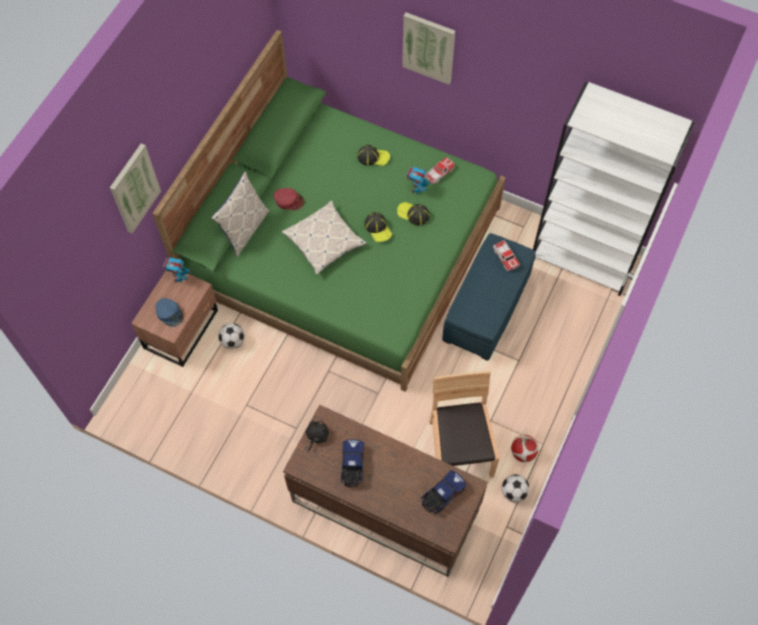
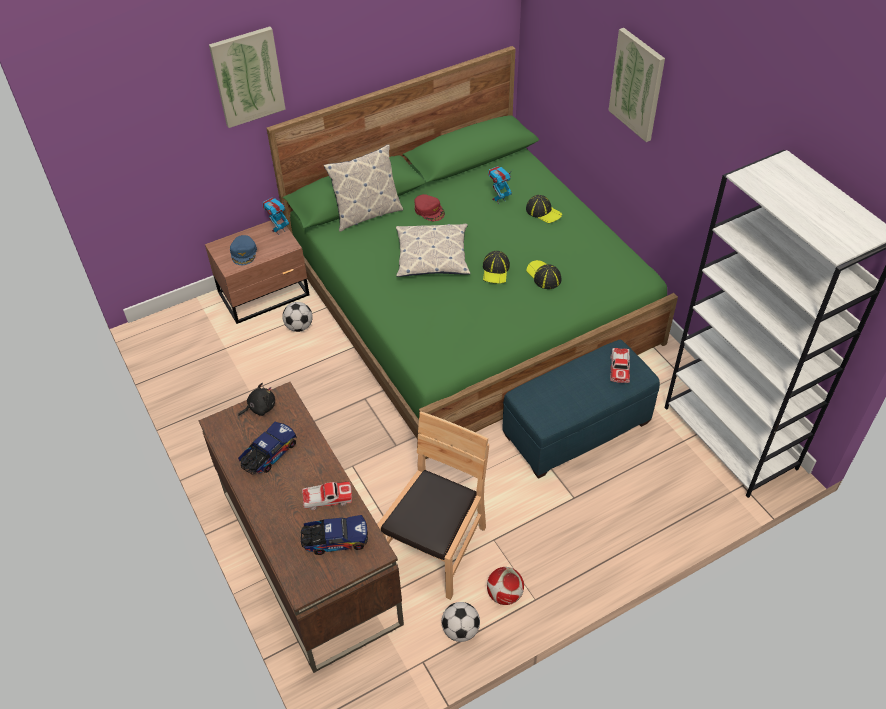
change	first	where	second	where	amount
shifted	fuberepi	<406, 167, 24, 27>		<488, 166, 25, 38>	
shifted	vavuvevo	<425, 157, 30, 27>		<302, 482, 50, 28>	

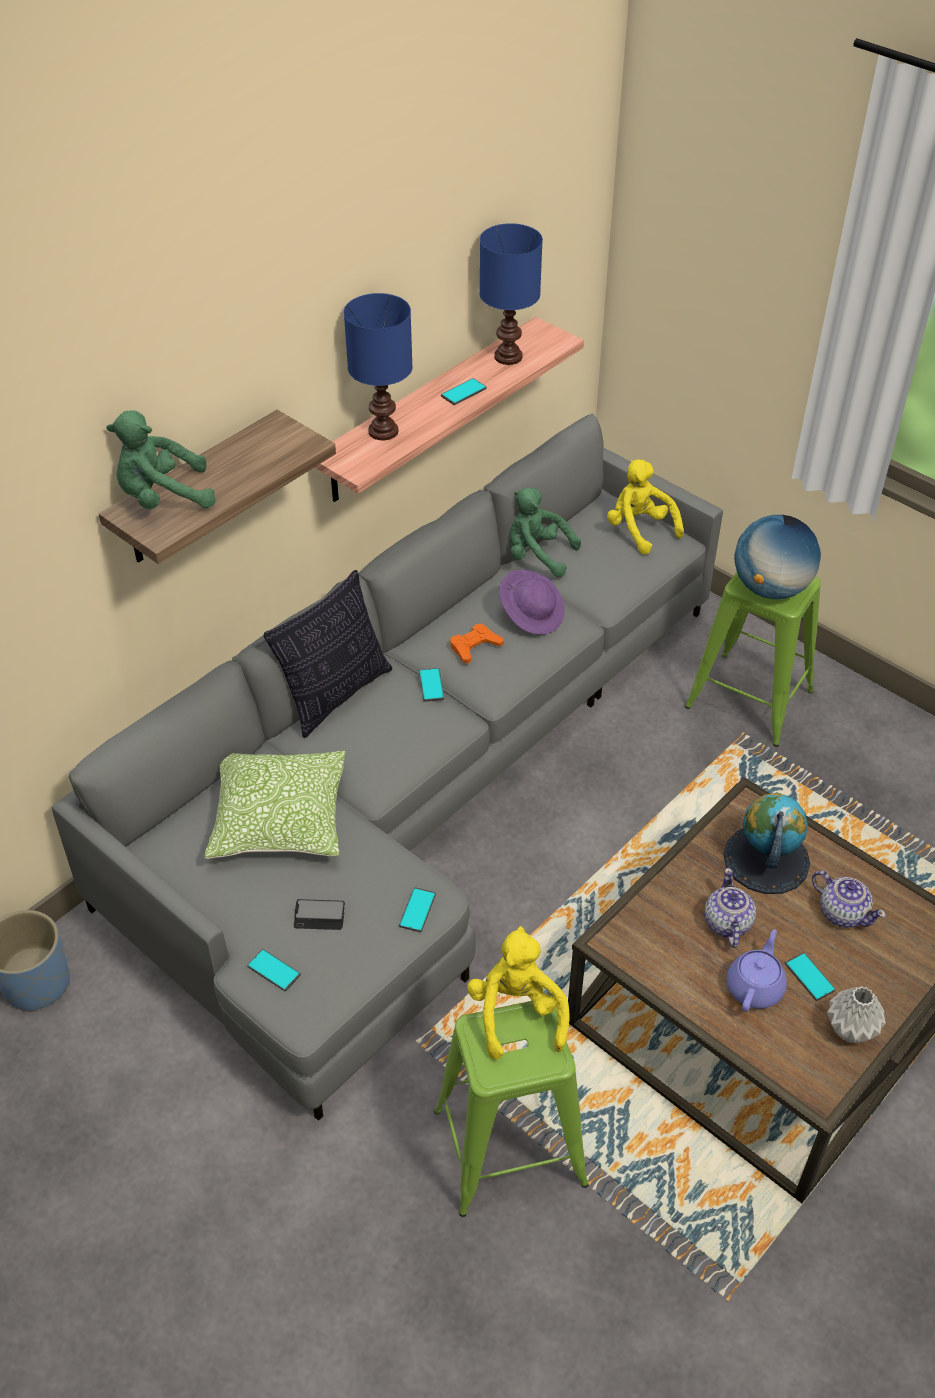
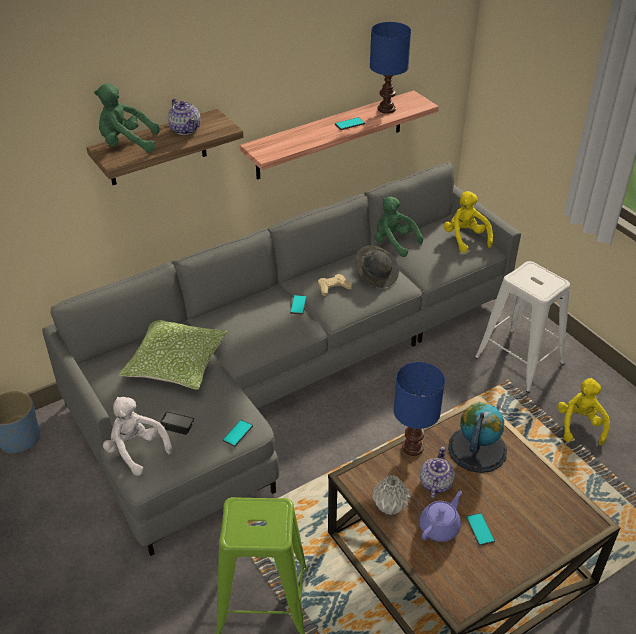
change	first	where	second	where	amount
swapped	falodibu	<247, 949, 54, 42>	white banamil	<103, 397, 69, 79>	
gone	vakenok	<264, 570, 128, 168>			
shifted	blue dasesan	<344, 293, 69, 147>		<394, 362, 51, 94>	
repainted	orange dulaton	<450, 624, 54, 40>	beige dulaton	<318, 274, 34, 22>	
shifted	yellow banamil	<467, 926, 103, 134>		<558, 378, 52, 68>	
repainted	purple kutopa	<499, 570, 66, 65>	grey kutopa	<355, 245, 44, 43>	
repainted	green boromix	<685, 573, 136, 174>	white boromix	<475, 261, 95, 132>	
gone	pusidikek	<734, 515, 87, 84>			
shifted	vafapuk	<812, 871, 74, 57>		<168, 99, 33, 36>	
shifted	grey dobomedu	<827, 986, 59, 57>		<372, 475, 38, 40>	

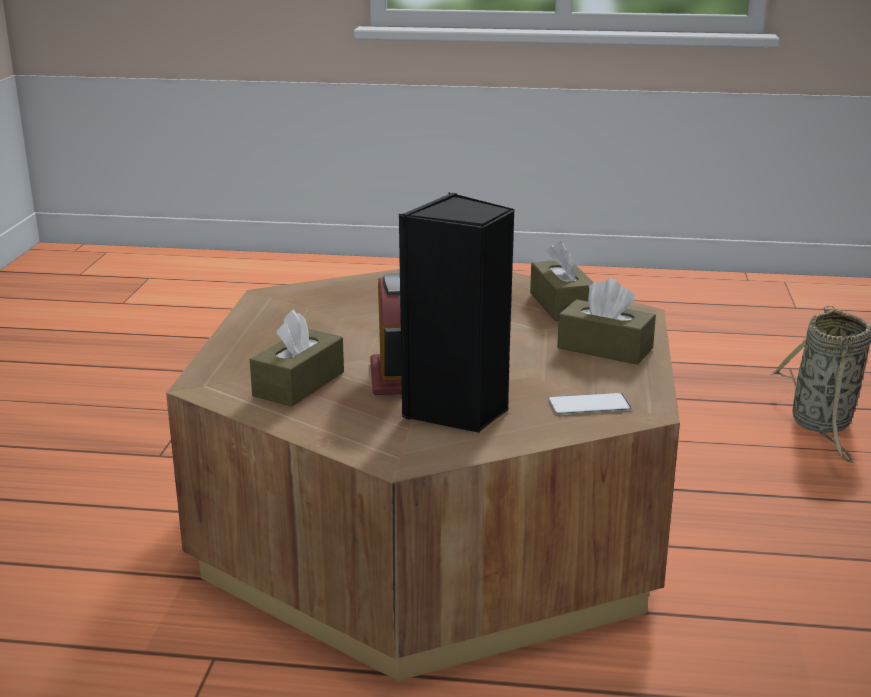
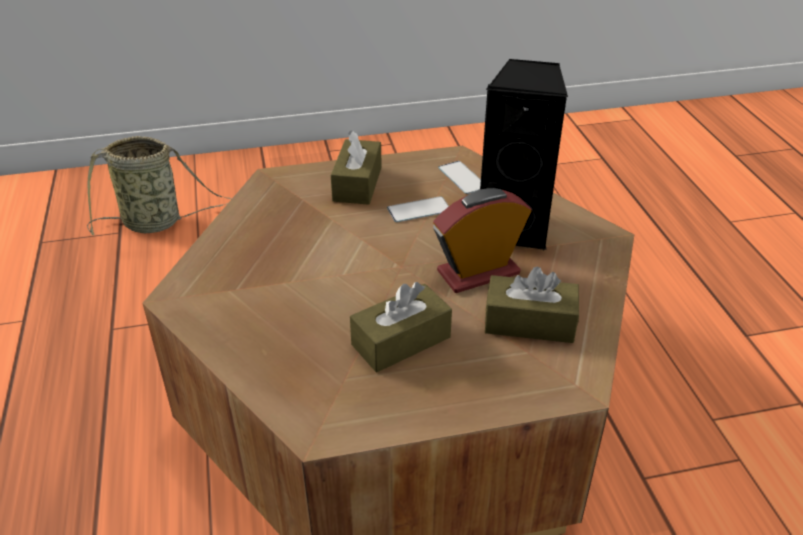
change	first	where	second	where	amount
shifted	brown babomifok	<530, 241, 64, 80>		<350, 282, 102, 90>	
new			falodibu	<387, 196, 62, 26>	

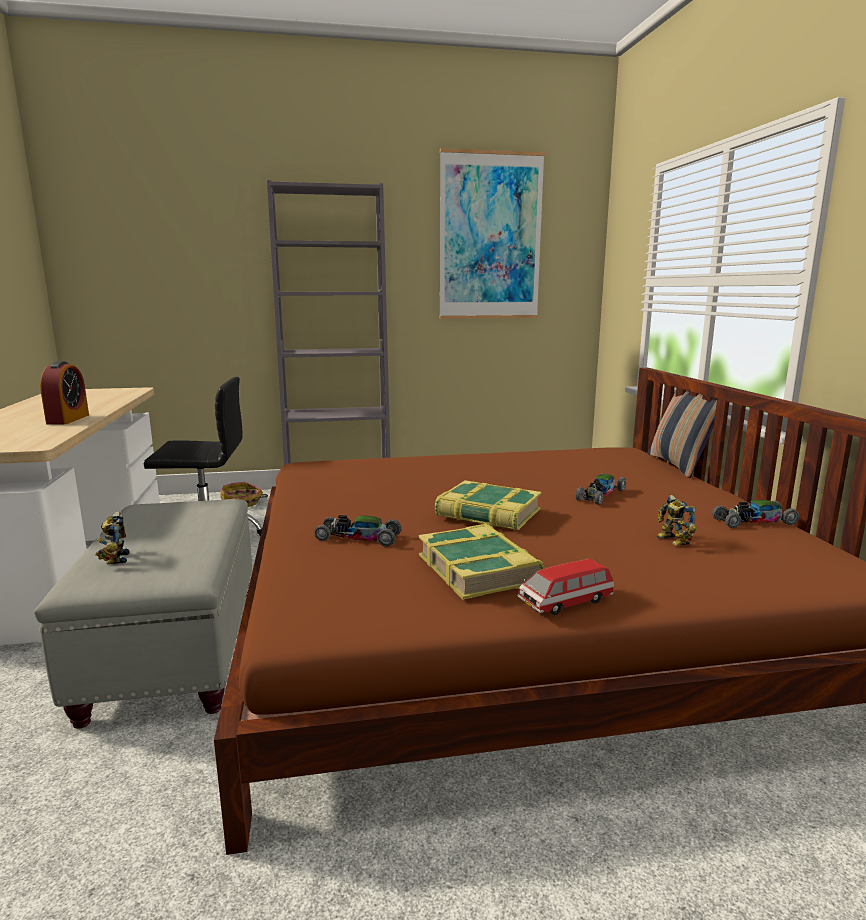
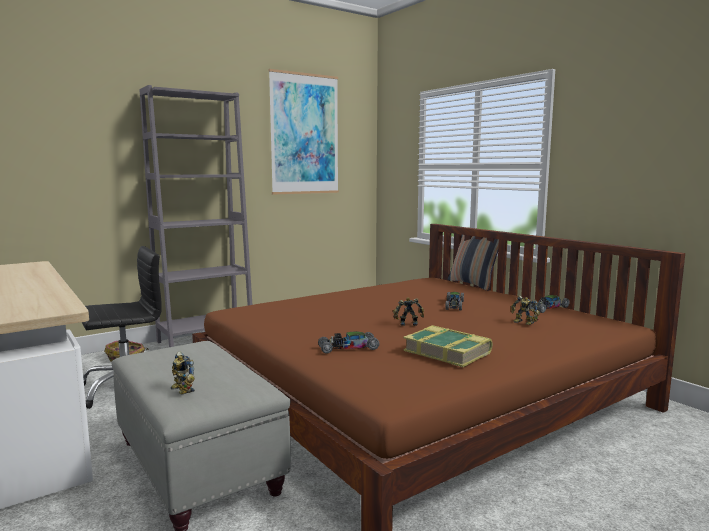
change	first	where	second	where	amount
gone	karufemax	<40, 361, 49, 64>			
swapped	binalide	<435, 480, 106, 50>	fuberepi	<393, 297, 31, 29>	
gone	vavuvevo	<517, 558, 97, 57>			

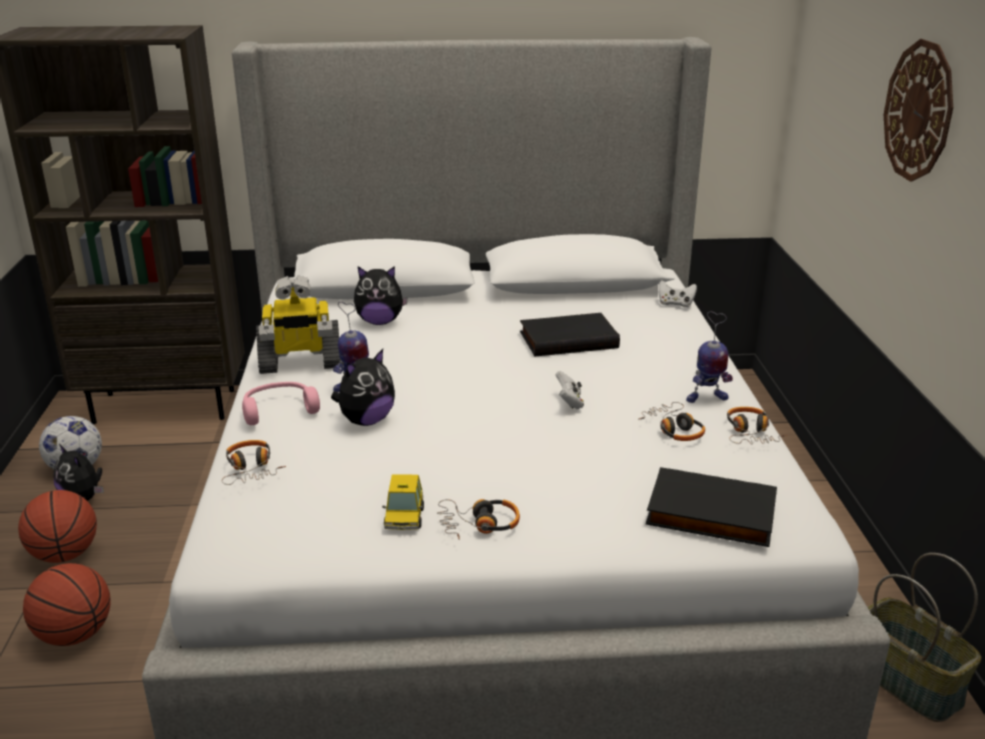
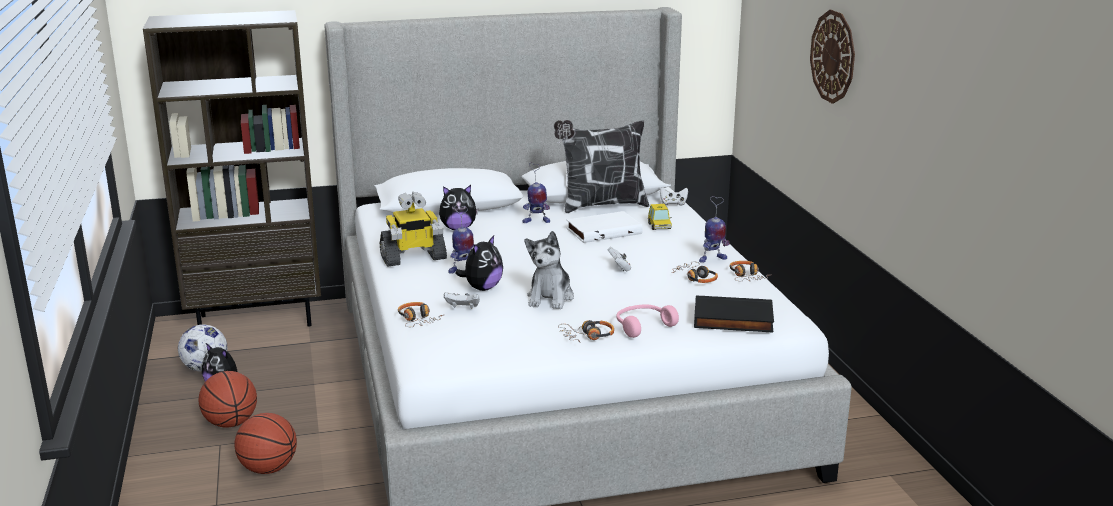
change	first	where	second	where	amount
shifted	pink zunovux	<242, 382, 78, 43>		<616, 304, 63, 34>	
shifted	vavuvevo	<382, 474, 42, 56>		<648, 204, 24, 26>	
repainted	black binalide	<520, 313, 100, 44>	white binalide	<567, 211, 76, 32>	
gone	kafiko	<868, 553, 113, 169>			
new			white dulaton	<444, 292, 36, 17>	
new			fuberepi	<523, 163, 27, 60>	
new			banamil	<525, 231, 49, 78>	
new			vakenok	<554, 120, 95, 93>	

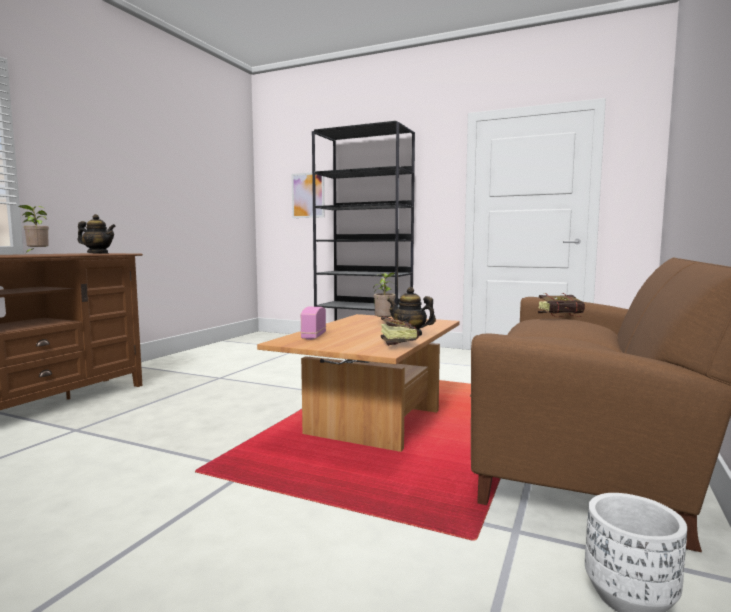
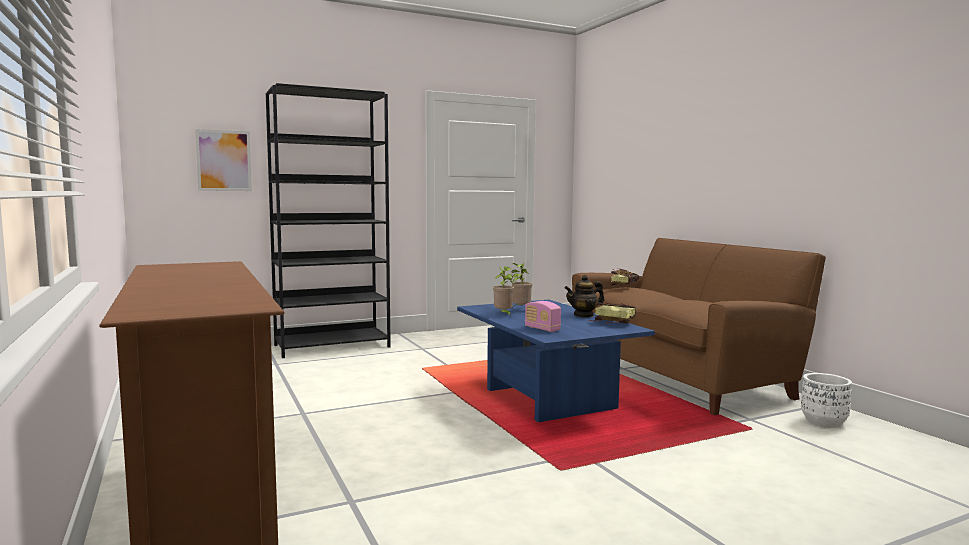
change	first	where	second	where	amount
shifted	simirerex	<19, 205, 30, 49>		<493, 266, 21, 49>	
gone	vafapuk	<78, 214, 38, 40>			
repainted	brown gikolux	<257, 314, 203, 138>	blue gikolux	<457, 300, 198, 122>	

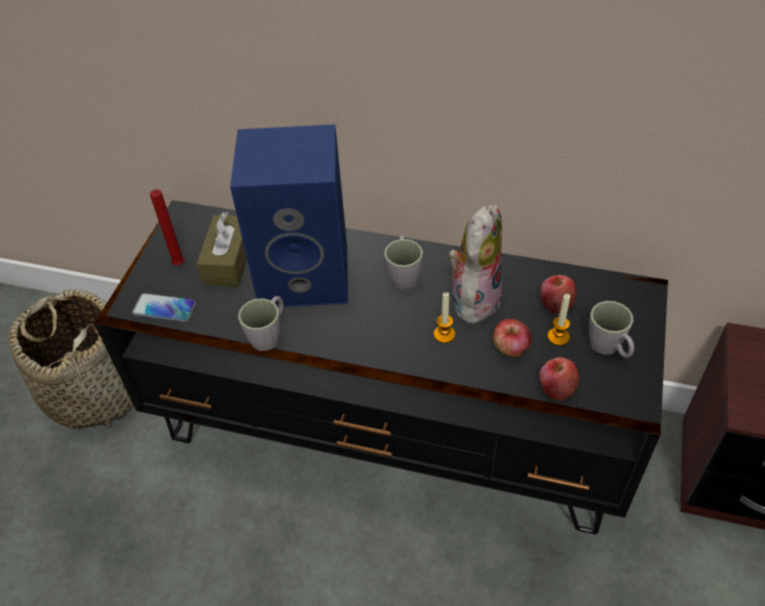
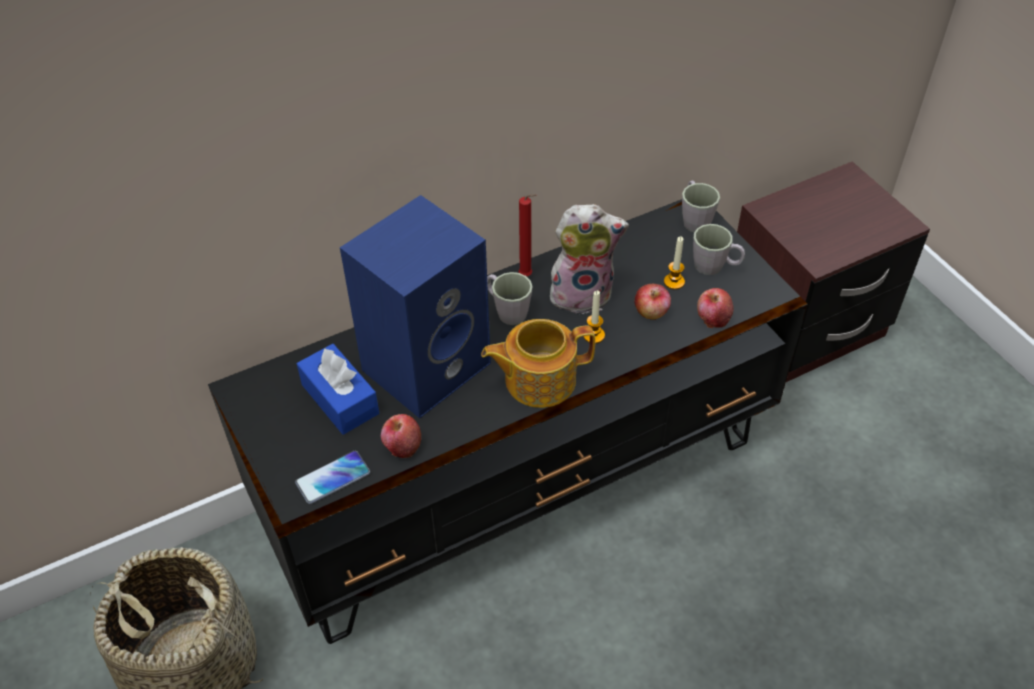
change	first	where	second	where	amount
shifted	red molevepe	<150, 189, 34, 76>		<518, 194, 19, 82>	
repainted	brown babomifok	<196, 212, 51, 75>	blue babomifok	<297, 344, 82, 91>	
shifted	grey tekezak	<238, 296, 46, 55>		<682, 180, 38, 52>	
rotated	banamil	<449, 205, 53, 123>		<550, 204, 79, 110>	105 degrees clockwise
shifted	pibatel	<540, 275, 37, 40>		<381, 414, 40, 44>	
new			vafapuk	<481, 319, 114, 89>	

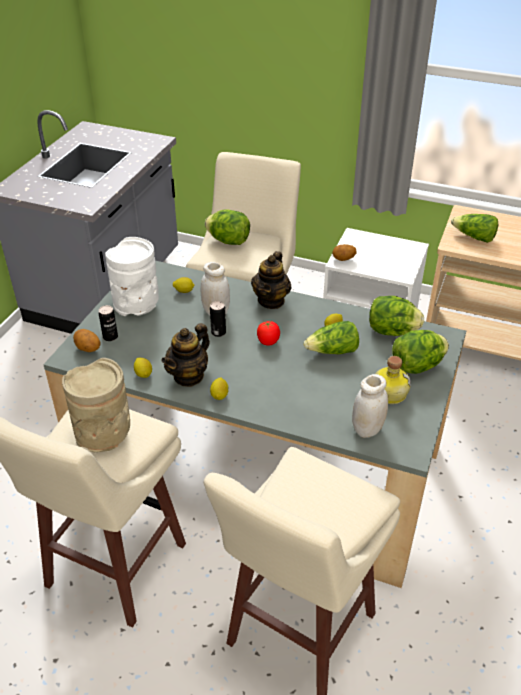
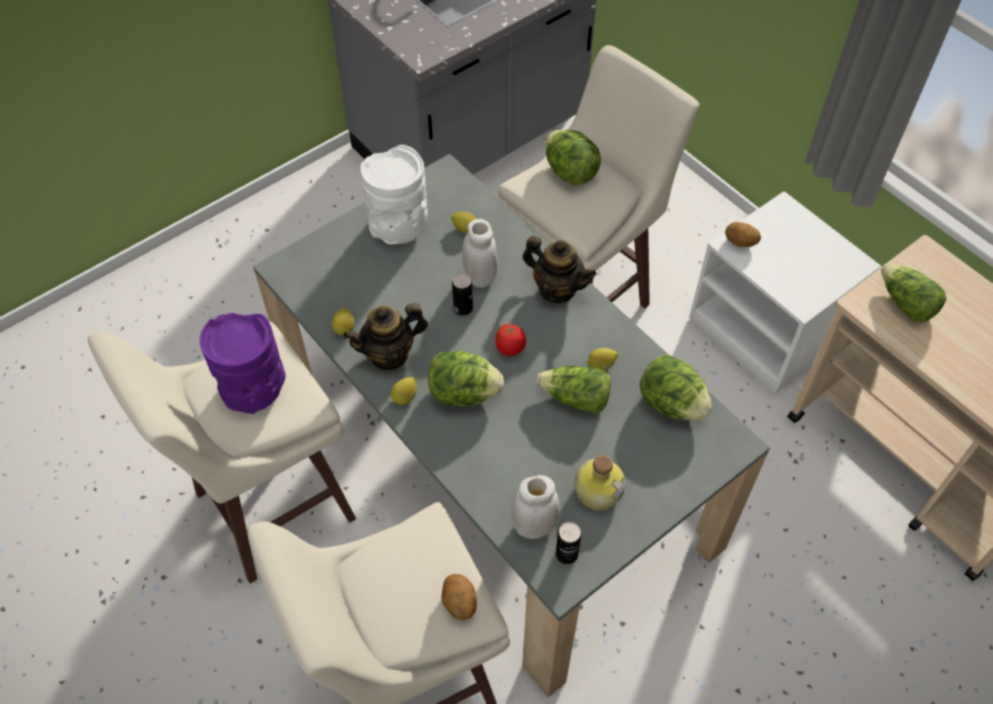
change	first	where	second	where	amount
repainted	beige dobomedu	<62, 358, 68, 94>	purple dobomedu	<200, 313, 86, 101>	
shifted	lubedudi	<73, 329, 28, 23>		<441, 574, 36, 47>	
shifted	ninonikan	<98, 305, 20, 36>		<556, 522, 25, 42>	
rotated	vafapuk	<251, 251, 40, 58>		<523, 236, 73, 67>	105 degrees counterclockwise
shifted	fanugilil	<392, 330, 57, 44>		<428, 351, 76, 55>	

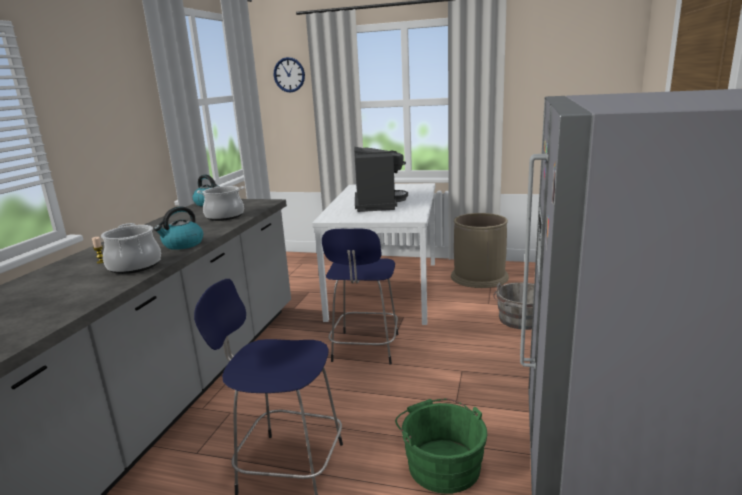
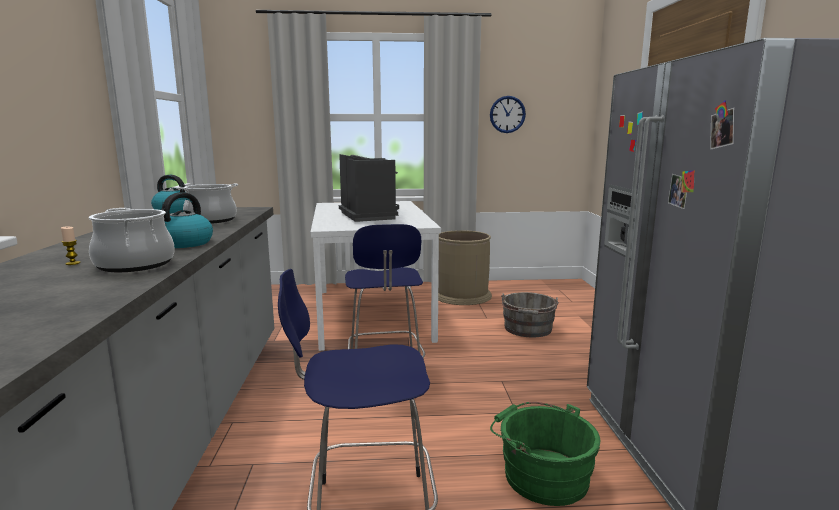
change	first	where	second	where	amount
shifted	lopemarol	<274, 57, 31, 36>		<490, 96, 36, 37>	

